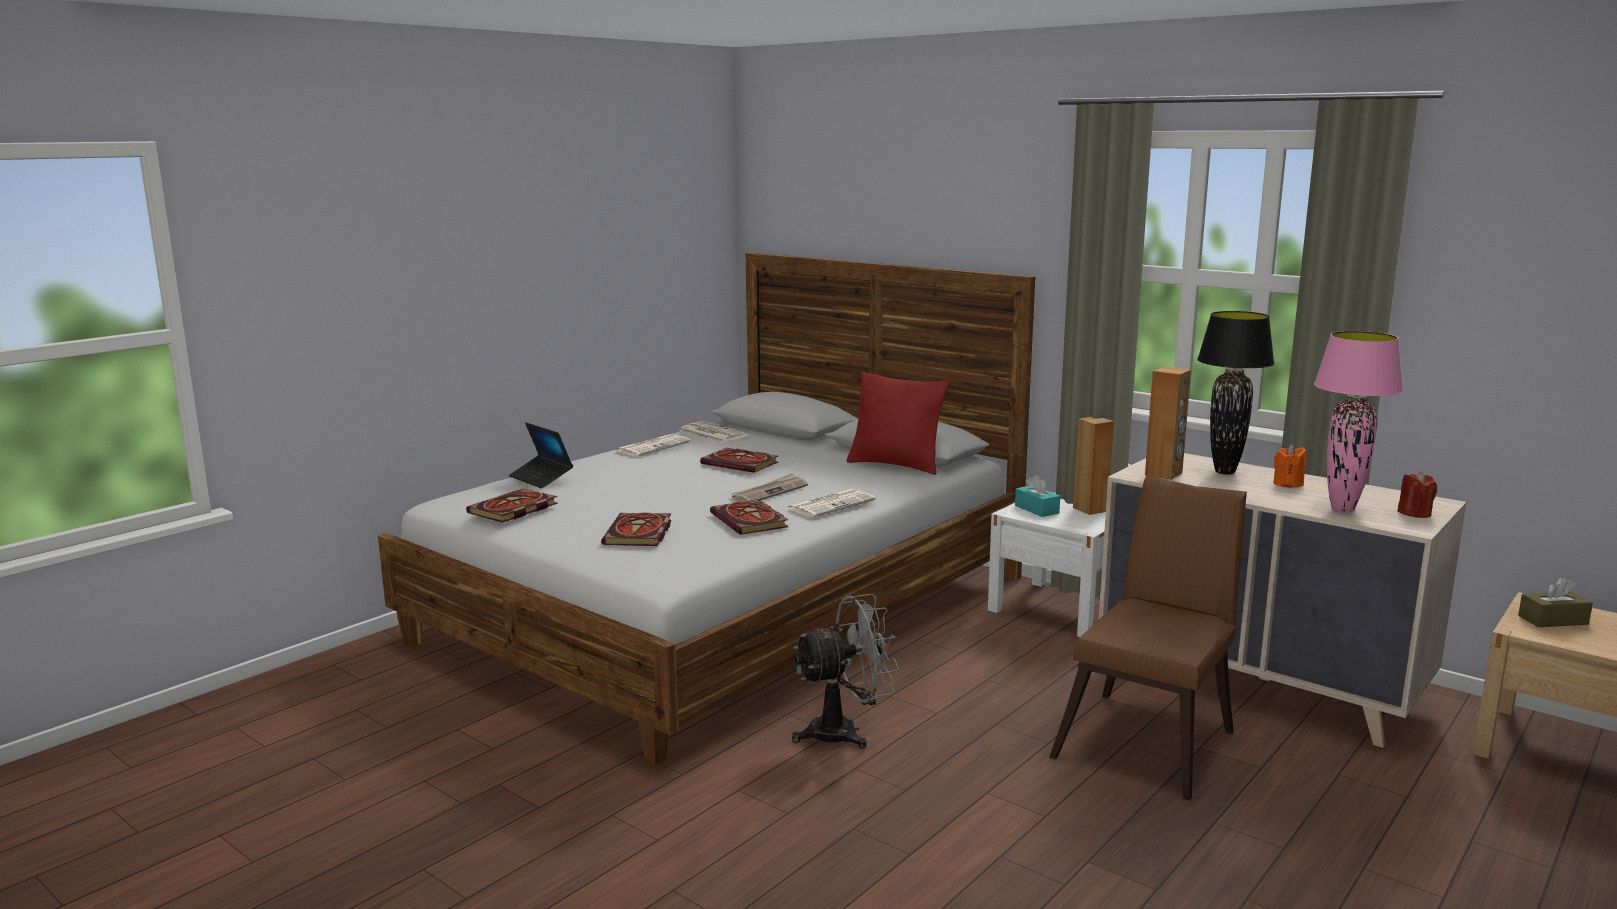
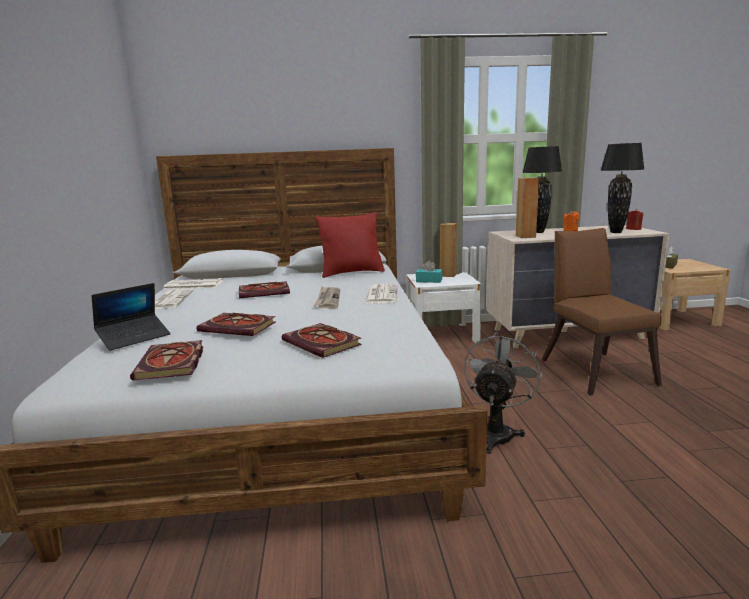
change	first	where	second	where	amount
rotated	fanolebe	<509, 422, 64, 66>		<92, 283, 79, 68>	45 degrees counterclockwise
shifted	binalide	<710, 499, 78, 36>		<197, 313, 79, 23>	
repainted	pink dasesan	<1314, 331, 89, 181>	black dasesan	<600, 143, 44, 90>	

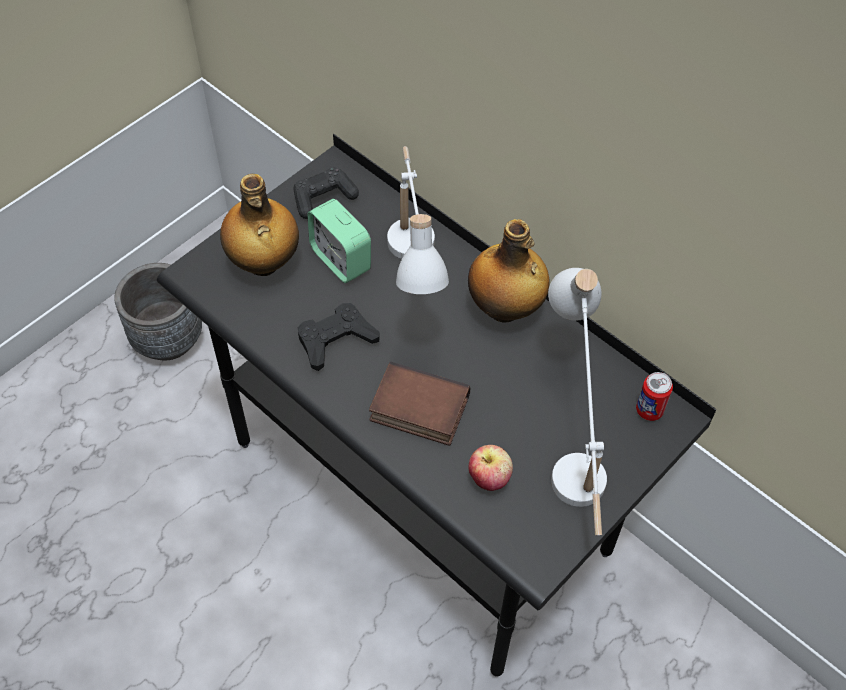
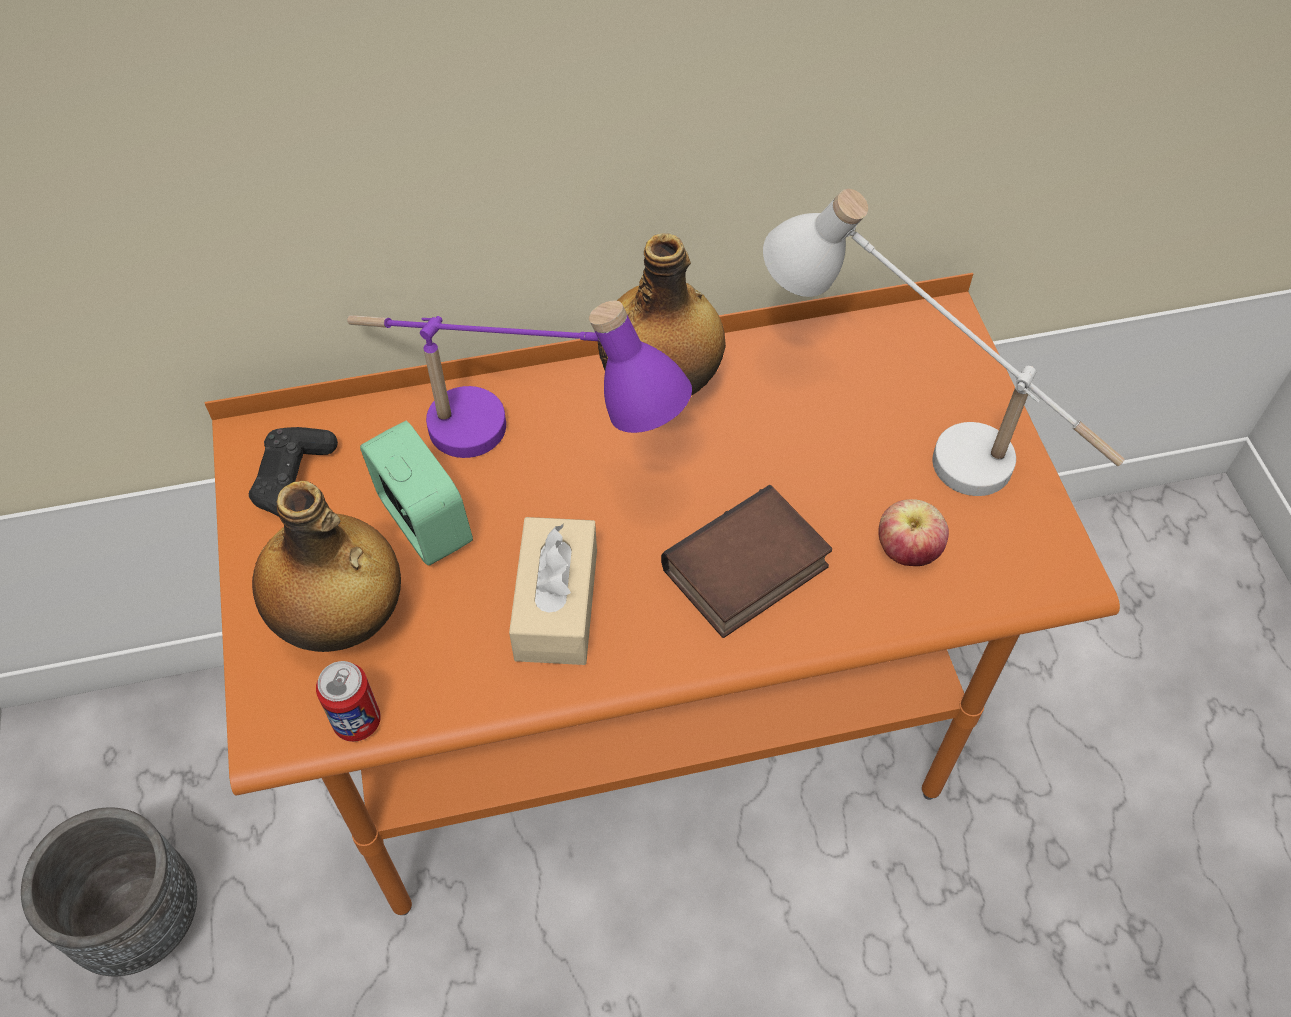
change	first	where	second	where	amount
repainted	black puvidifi	<157, 134, 560, 543>	orange puvidifi	<205, 273, 915, 642>	
swapped	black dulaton	<298, 303, 82, 68>	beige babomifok	<509, 517, 88, 148>	
rotated	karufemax	<307, 199, 64, 84>		<360, 421, 113, 144>	120 degrees counterclockwise
repainted	white dasesan	<387, 146, 62, 148>	purple dasesan	<347, 301, 345, 157>	
shifted	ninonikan	<636, 372, 37, 49>		<316, 661, 65, 81>	

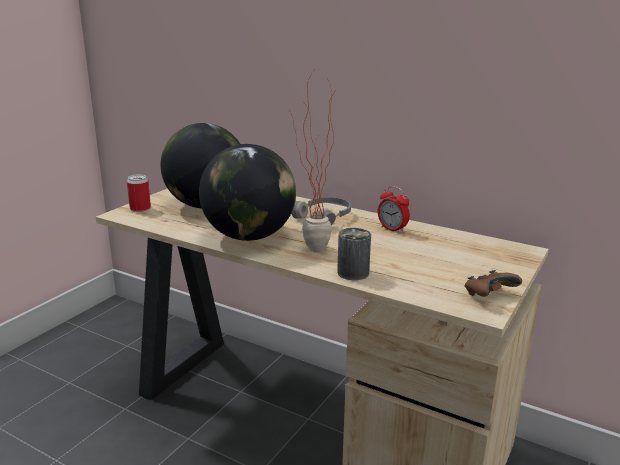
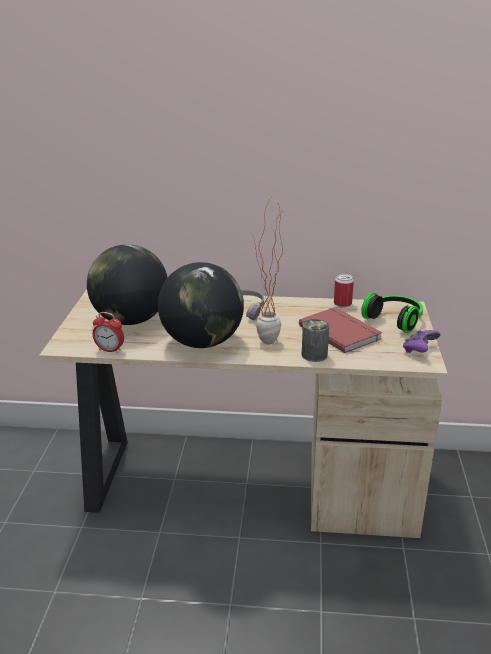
change	first	where	second	where	amount
shifted	ninonikan	<127, 174, 24, 38>		<334, 274, 20, 33>	
shifted	karufemax	<378, 186, 32, 47>		<93, 312, 31, 41>	
repainted	brown dulaton	<464, 270, 58, 27>	purple dulaton	<403, 330, 37, 23>	
new			red binalide	<299, 307, 83, 46>	
new			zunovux	<361, 292, 62, 41>	

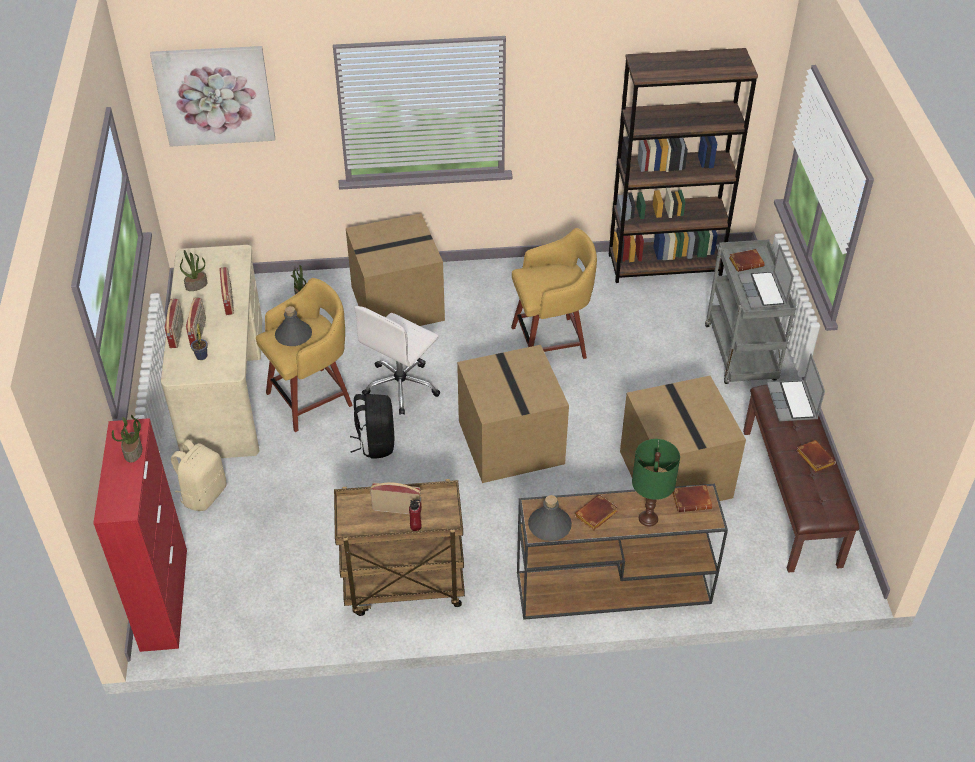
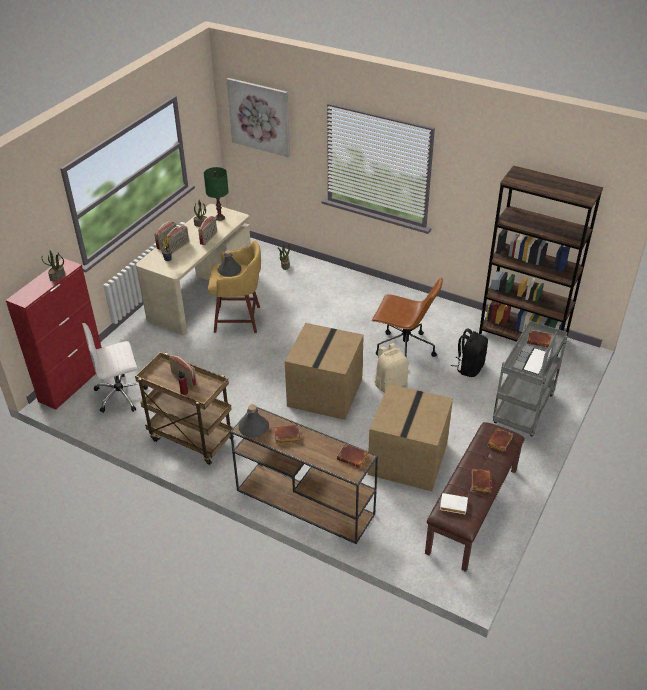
change	first	where	second	where	amount
shifted	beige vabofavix	<171, 439, 55, 72>		<374, 343, 34, 49>	
gone	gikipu	<346, 213, 99, 113>			
shifted	black vabofavix	<350, 394, 44, 65>		<451, 328, 37, 49>	
shifted	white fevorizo	<354, 306, 86, 109>		<82, 323, 66, 90>	
swapped	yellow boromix	<511, 228, 86, 131>	brown fevorizo	<371, 277, 72, 80>	
shifted	green dasesan	<632, 439, 48, 88>		<204, 167, 25, 54>	
swapped	fanolebe	<767, 354, 58, 67>	brown binalide	<487, 428, 26, 24>	
new			white binalide	<440, 493, 28, 22>	

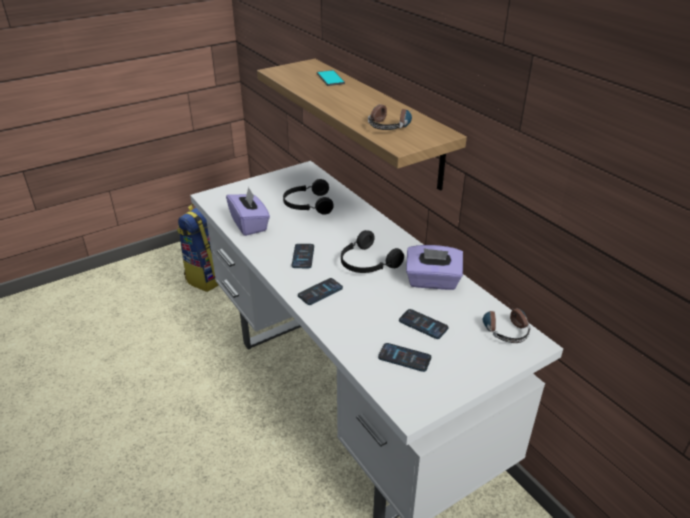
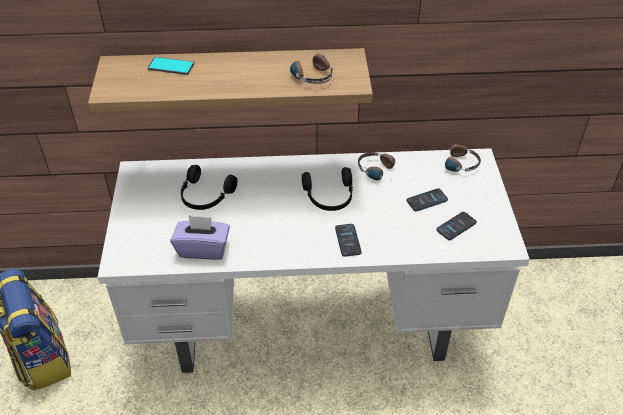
change	first	where	second	where	amount
gone	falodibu	<292, 244, 22, 24>			
swapped	purple babomifok	<406, 245, 57, 45>	zunovux	<358, 152, 39, 31>	

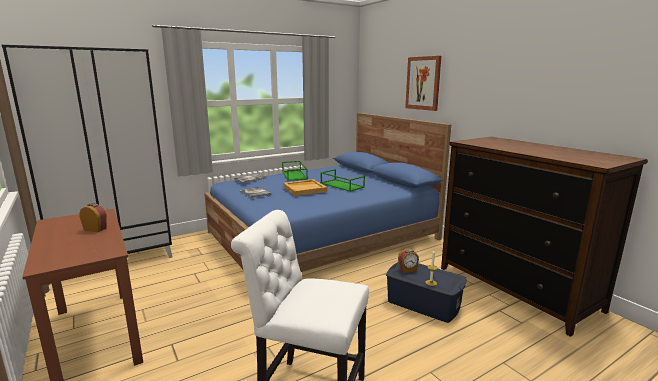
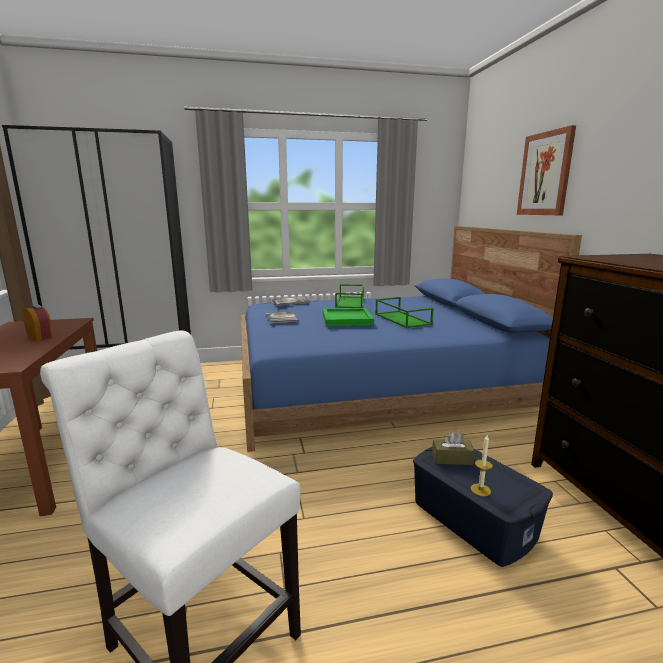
change	first	where	second	where	amount
repainted	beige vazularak	<283, 179, 44, 17>	green vazularak	<323, 308, 51, 18>	
swapped	karufemax	<398, 248, 21, 25>	brown babomifok	<432, 432, 43, 33>	

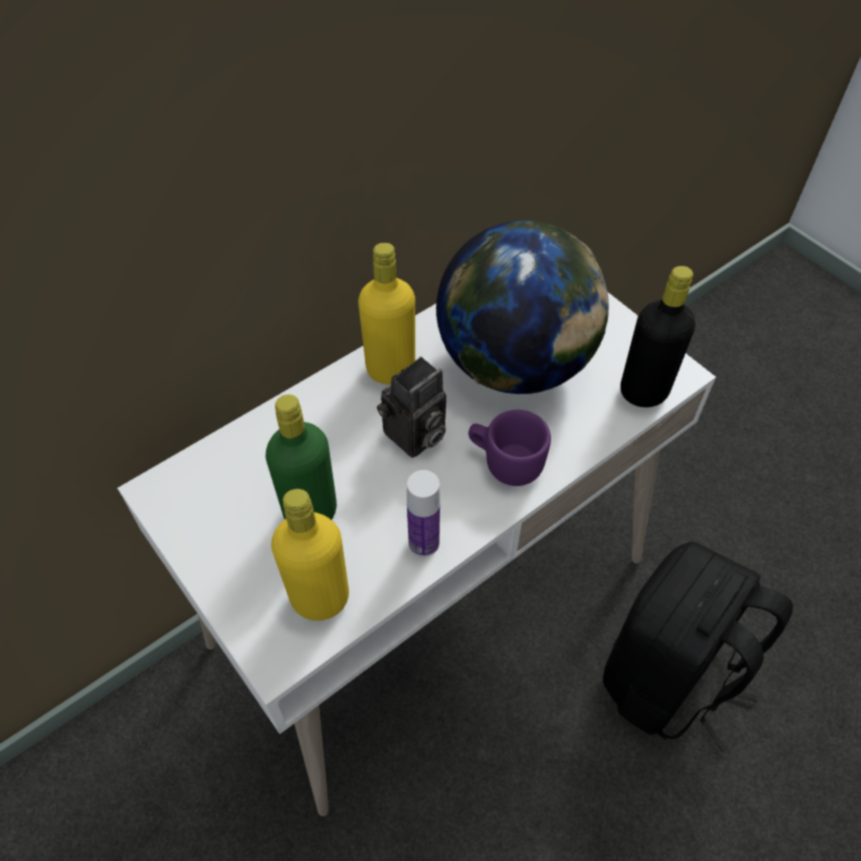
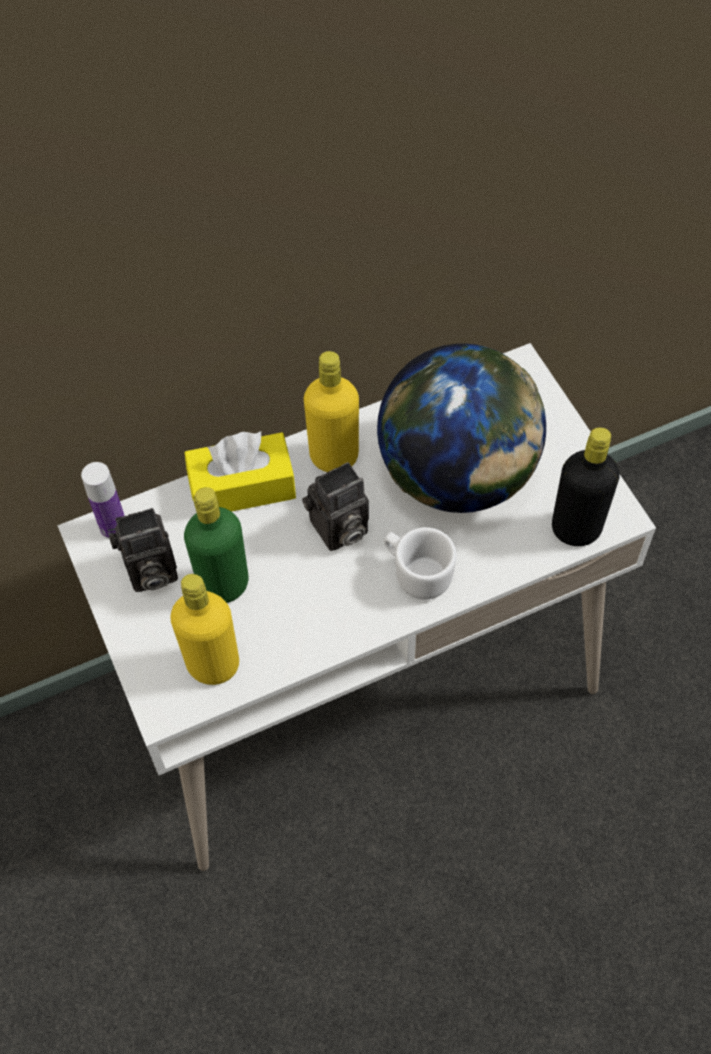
change	first	where	second	where	amount
shifted	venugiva	<407, 470, 33, 87>		<81, 462, 43, 77>	
repainted	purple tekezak	<468, 410, 83, 76>	white tekezak	<384, 527, 73, 73>	
gone	black vabofavix	<603, 542, 190, 210>			
new			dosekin	<109, 508, 69, 84>	
new			yellow babomifok	<184, 431, 112, 81>	

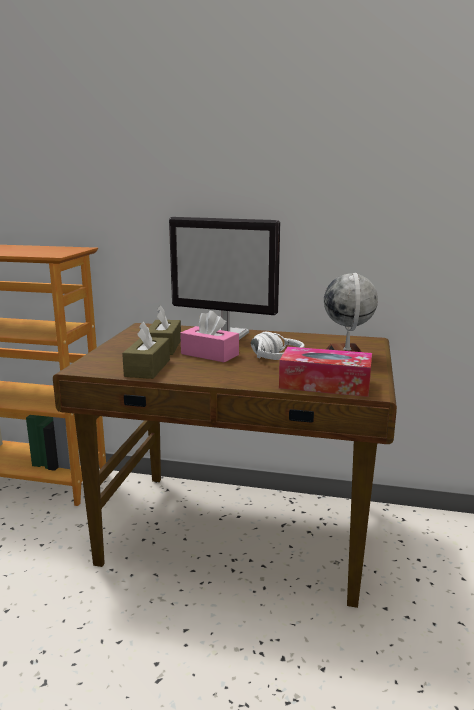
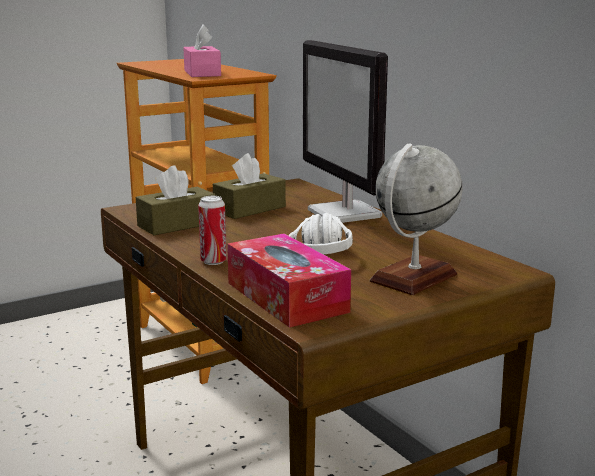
change	first	where	second	where	amount
shifted	pink babomifok	<180, 311, 59, 52>		<183, 25, 38, 52>	
new			ninonikan	<198, 196, 29, 69>	

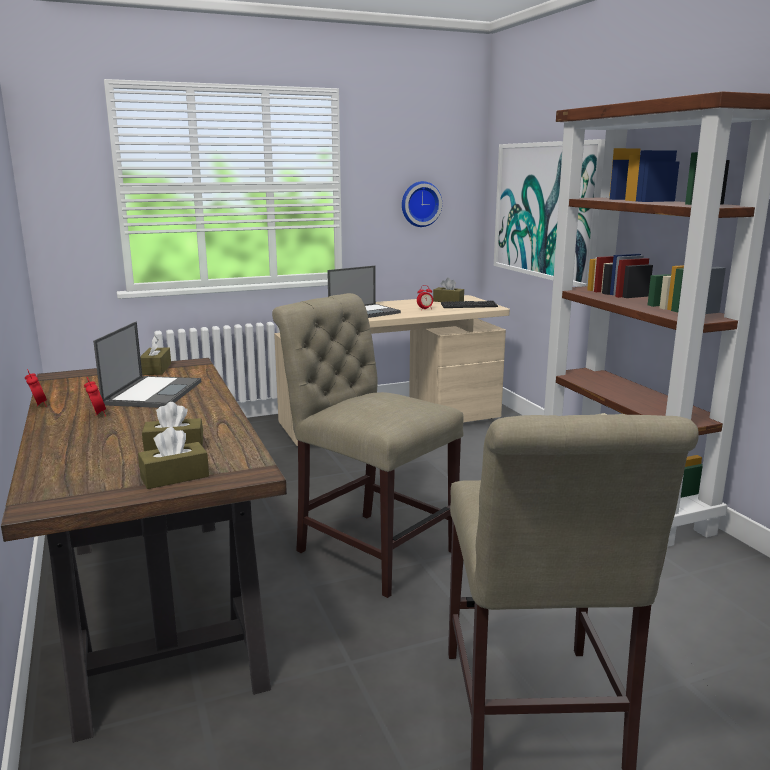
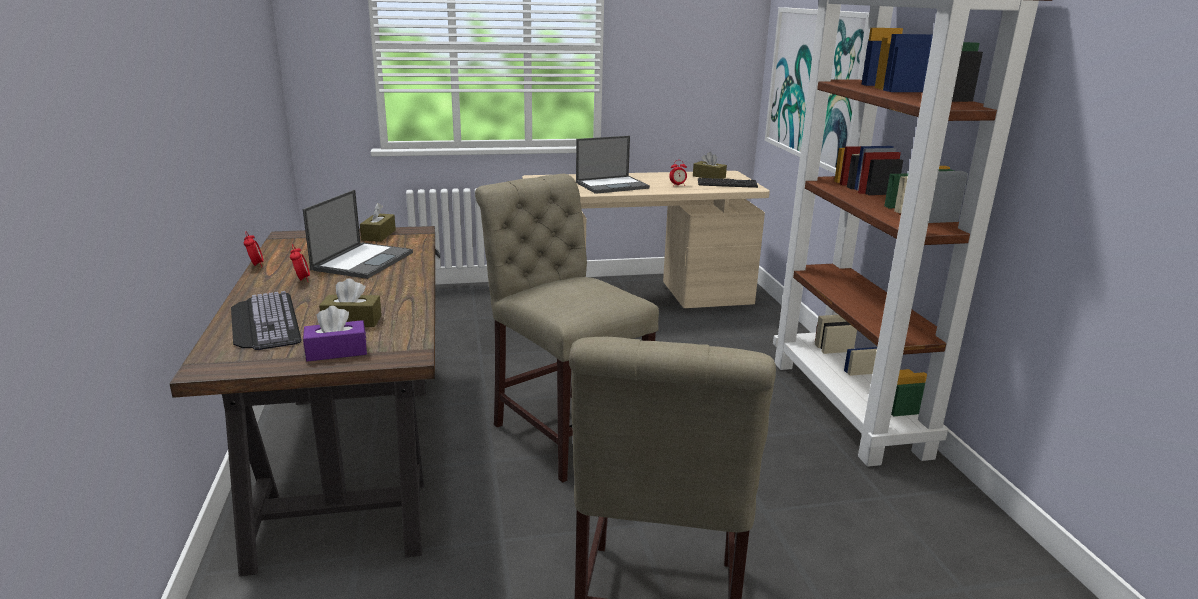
change	first	where	second	where	amount
repainted	brown babomifok	<138, 427, 71, 62>	purple babomifok	<303, 306, 64, 56>	
gone	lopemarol	<402, 181, 40, 46>			
new			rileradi	<231, 291, 71, 59>	

